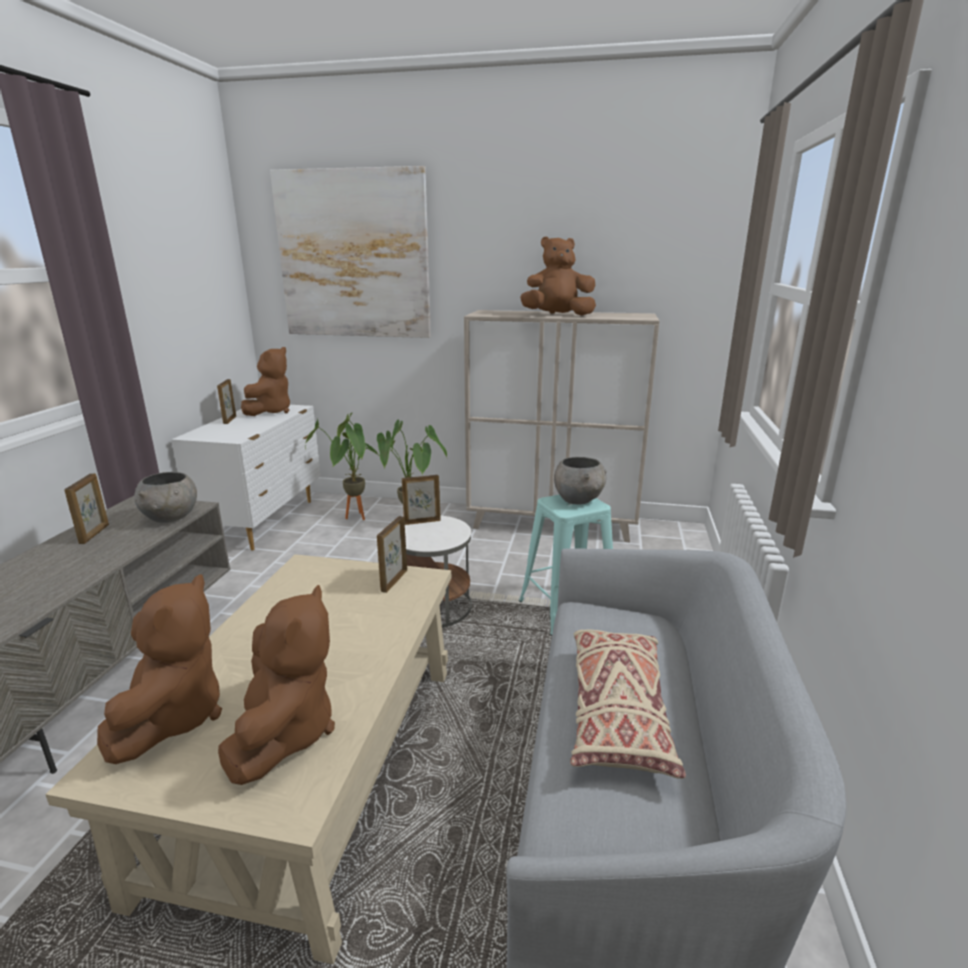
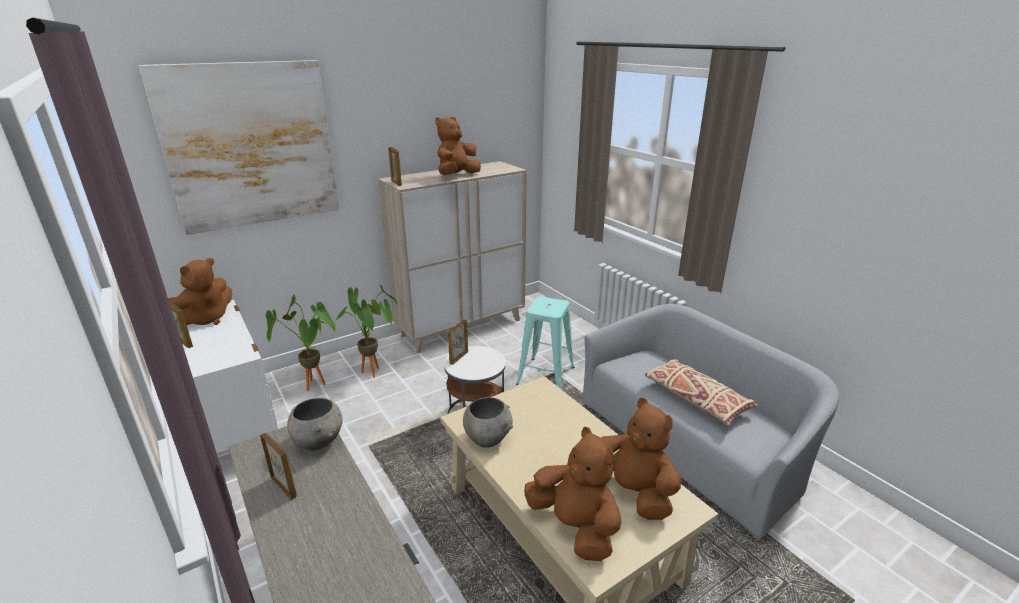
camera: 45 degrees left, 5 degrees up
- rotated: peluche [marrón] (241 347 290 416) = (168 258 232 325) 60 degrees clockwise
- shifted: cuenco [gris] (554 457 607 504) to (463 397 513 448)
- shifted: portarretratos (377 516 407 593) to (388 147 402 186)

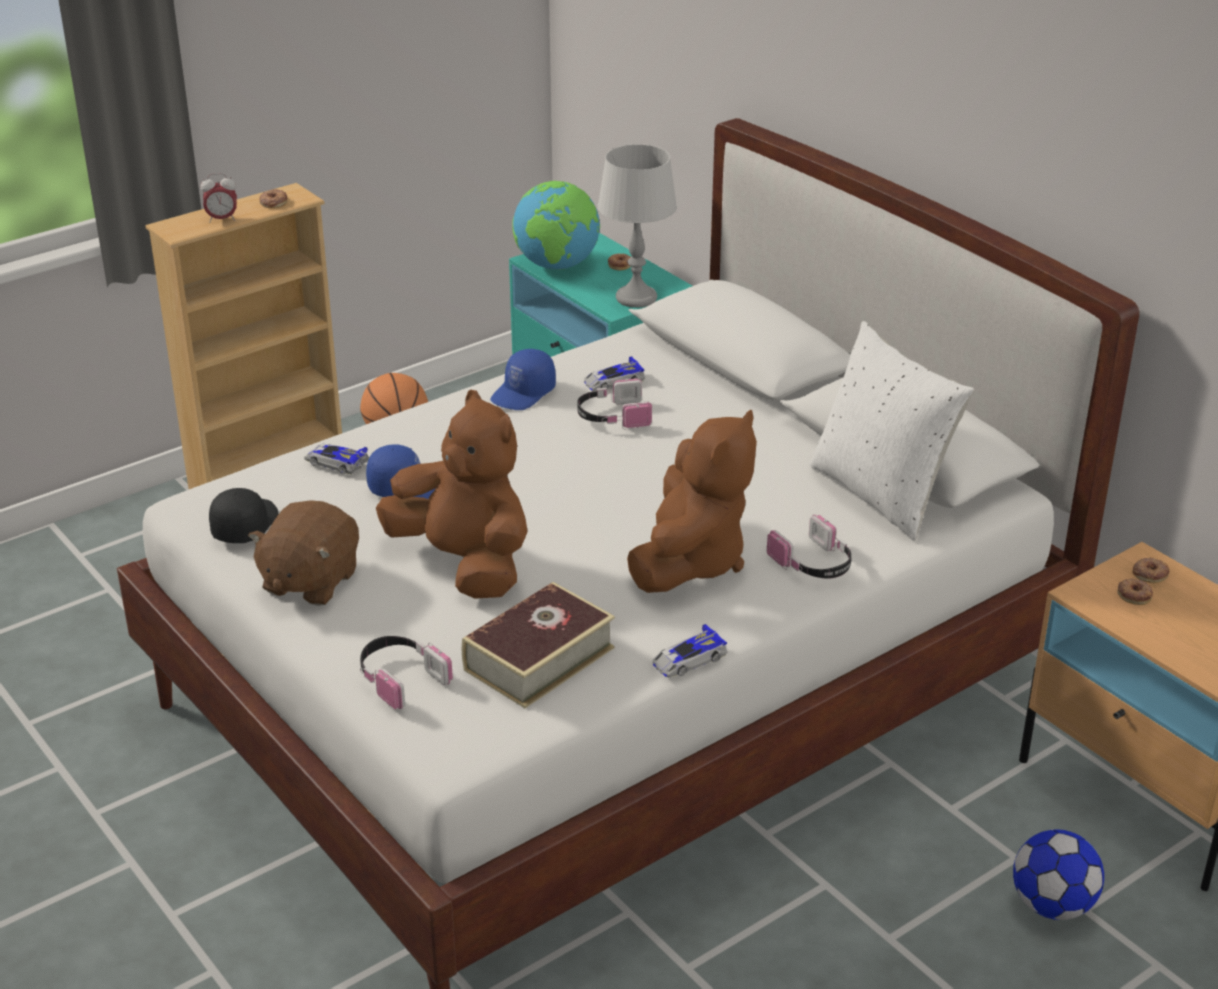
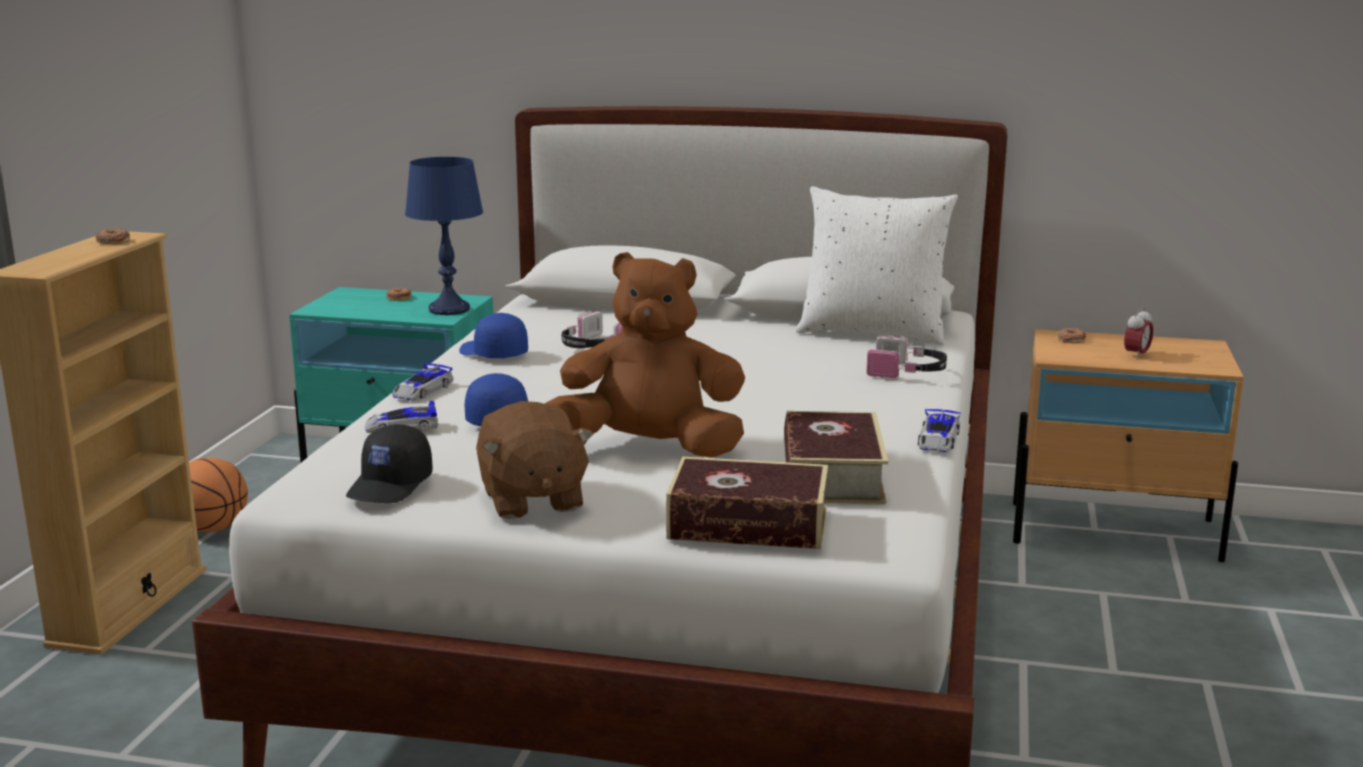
camera: 40 degrees left, 15 degrees down
- repainted: lámpara de mesa [gris] (598 144 677 308) to lámpara de mesa [azul] (405 157 483 315)
- shifted: despertador (200 173 237 223) to (1124 307 1153 359)
- gone: globo terráqueo (512 181 600 270)
- rotated: gorra [azul] (490 349 556 410) = (459 313 528 358) 135 degrees clockwise
- shifted: coche de juguete (584 356 645 391) to (392 363 454 401)
- gone: peluche [marrón] (627 410 757 593)
- rotated: gorra [negro] (209 488 279 543) = (346 424 433 503) 135 degrees counterclockwise
- gone: rosquilla (1117 579 1153 605)
- swapped: auriculares (360 636 453 709) to libro (666 457 828 549)
- gone: balón de fútbol (1013 829 1104 920)

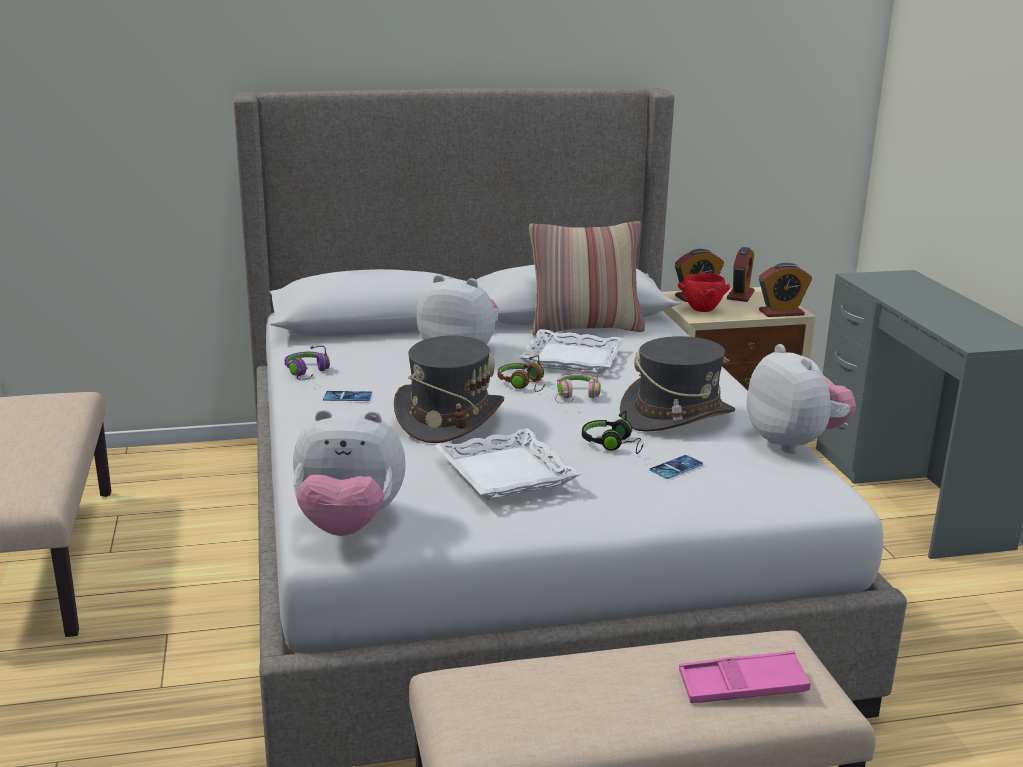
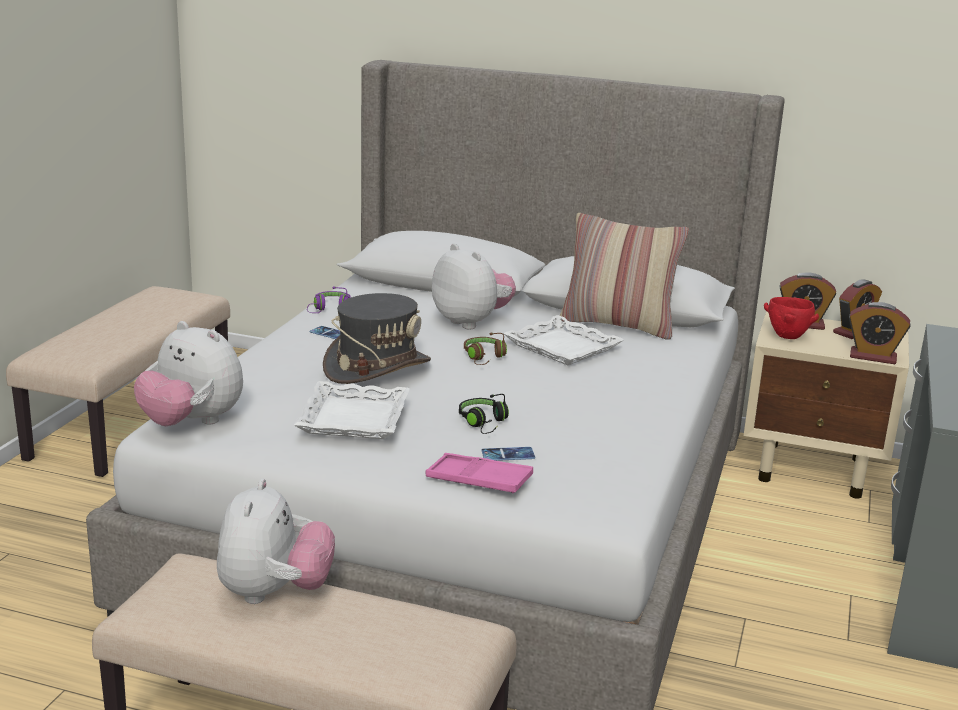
camera: 30 degrees right, 0 degrees up
- gone: sombrero [gris] (620 336 735 432)
- shifted: peluche (747 344 856 454) to (217 479 335 604)
- gone: auriculares [rosa] (555 370 601 403)
- shifted: bandeja [rosa] (679 651 811 703) to (426 453 533 493)

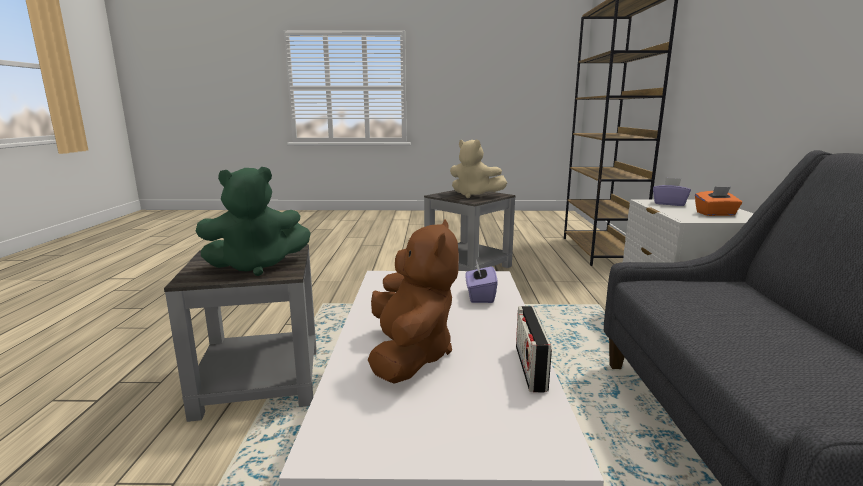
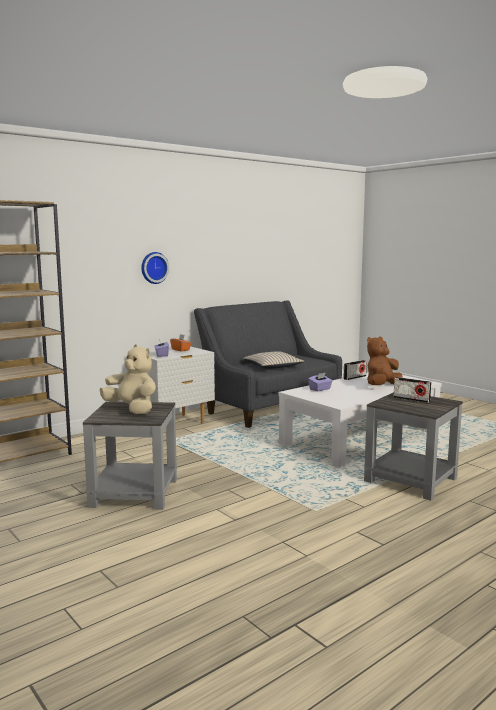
camera: 130 degrees left, 5 degrees down
- rotated: peluche [beis] (450 139 507 198) = (99 344 156 414) 45 degrees counterclockwise
- swapped: peluche [verde] (196 167 311 276) to radio (393 377 431 403)
- new: reloj de pared (141 252 169 284)
- new: cojín [beis] (243 351 305 369)

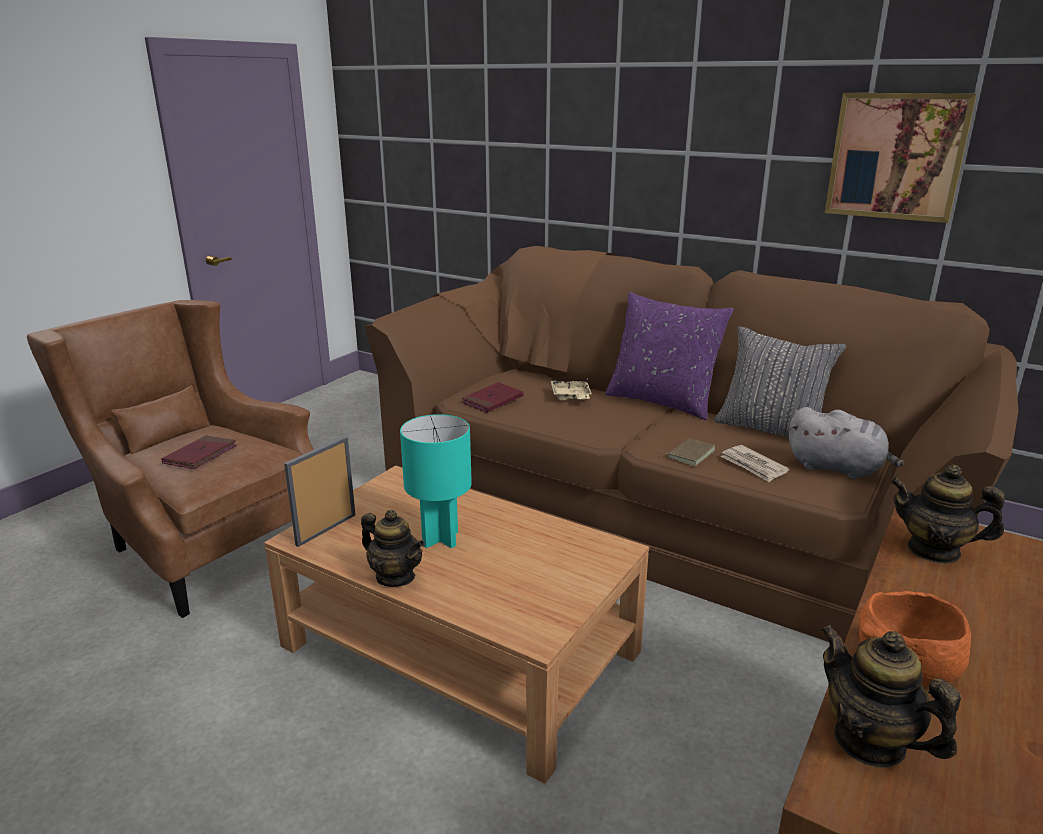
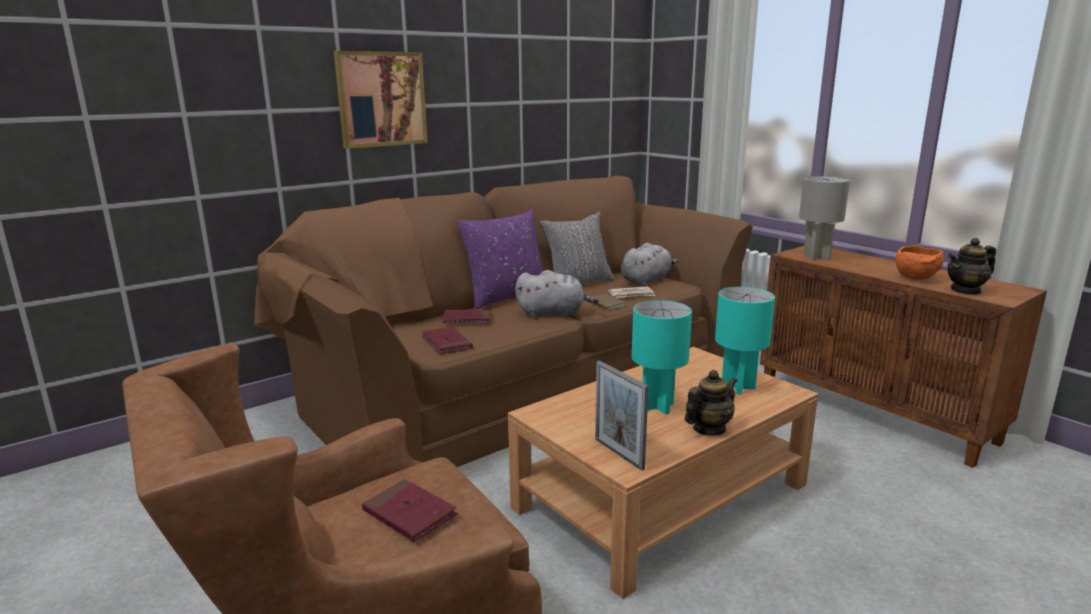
camera: 70 degrees left, 5 degrees down
- shifted: cuadro (825 93 977 223) to (334 51 428 149)
- swapped: bandeja [beis] (551 378 592 400) to libro [rojo] (442 310 491 324)
- swapped: tetera (890 465 1005 564) to lámpara de mesa [gris] (799 176 850 261)
- new: peluche [gris] (515 270 599 318)
- new: lámpara de mesa [turquesa] (715 287 775 395)

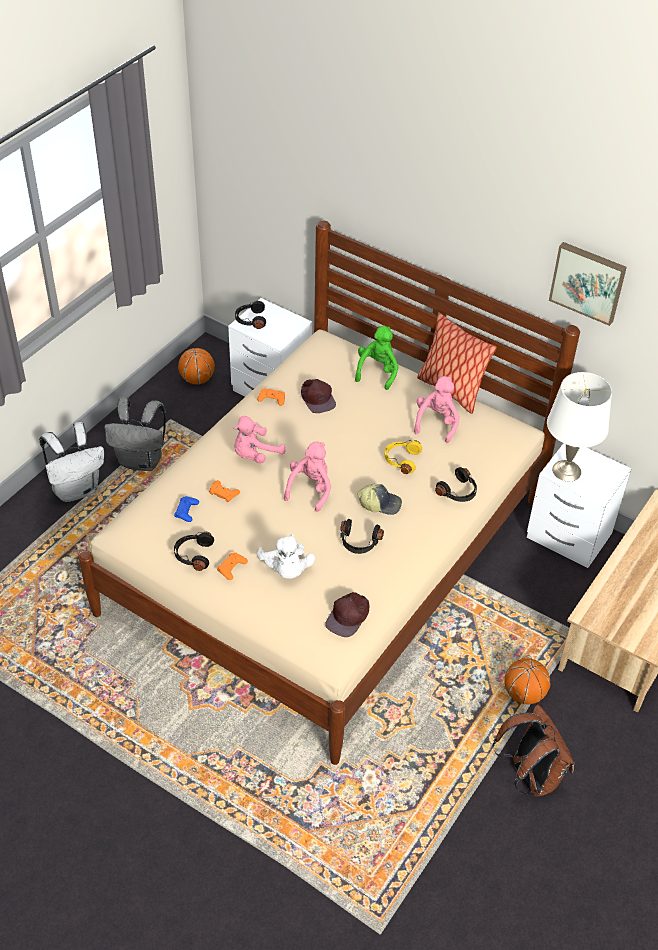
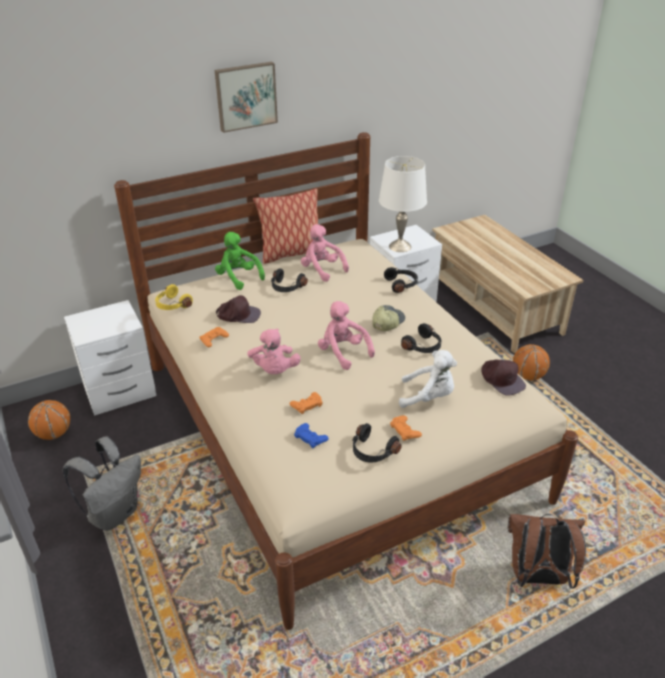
camera: 60 degrees left, 10 degrees down
- shifted: cuadro (549 242 627 326) to (215 62 278 133)
- shifted: auriculares [negro] (235 301 266 329) to (271 268 308 292)
- gone: mochila [blanco] (39 422 104 502)
- shifted: auriculares [amarillo] (384 440 422 474) to (155 284 193 310)
- shifted: mochila [marrón] (492 704 574 797) to (508 514 586 589)

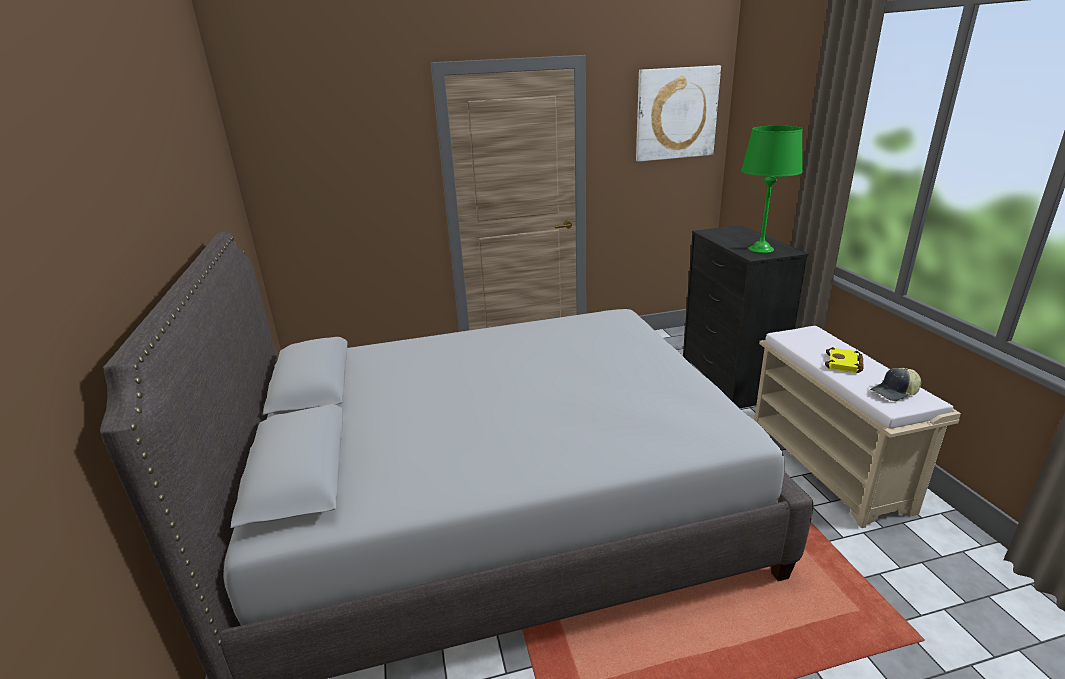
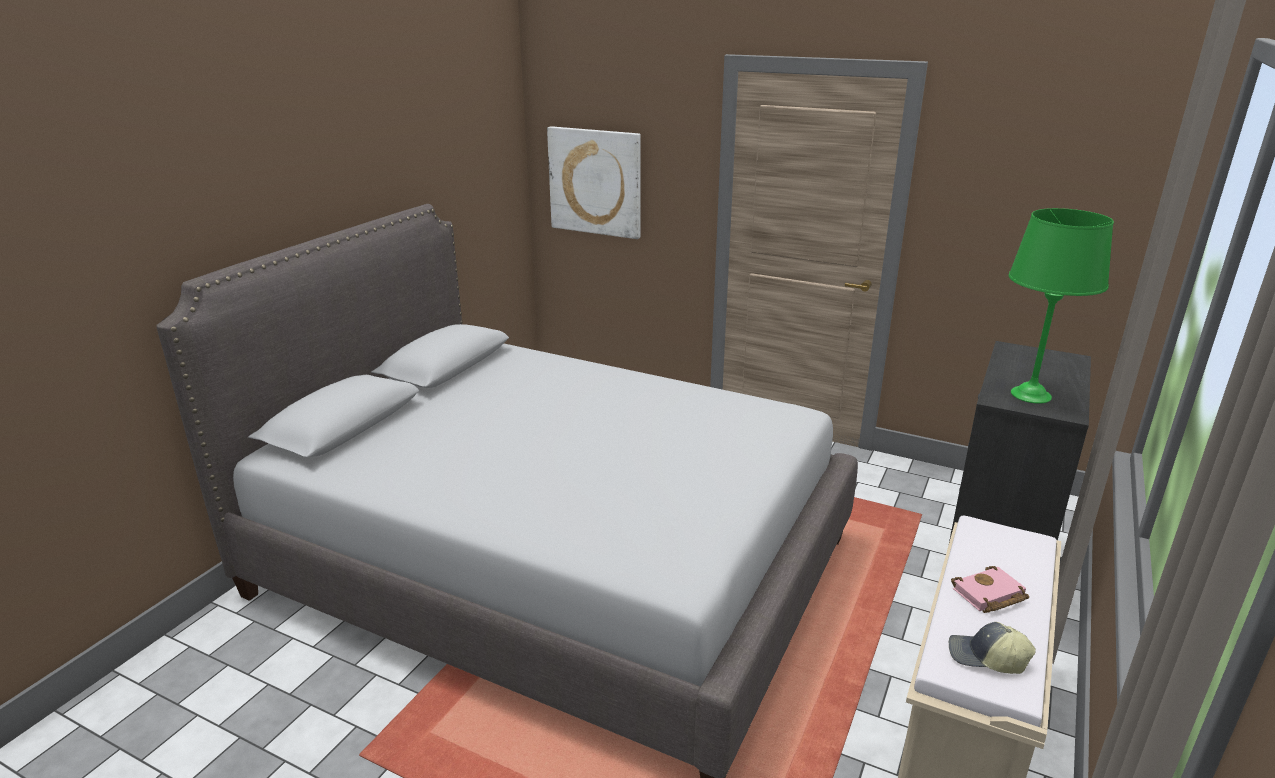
camera: 40 degrees right, 0 degrees up
- shifted: cuadro (636 65 721 162) to (547 126 641 239)
- repainted: libro [amarillo] (825 347 864 373) to libro [rosa] (951 566 1029 613)

